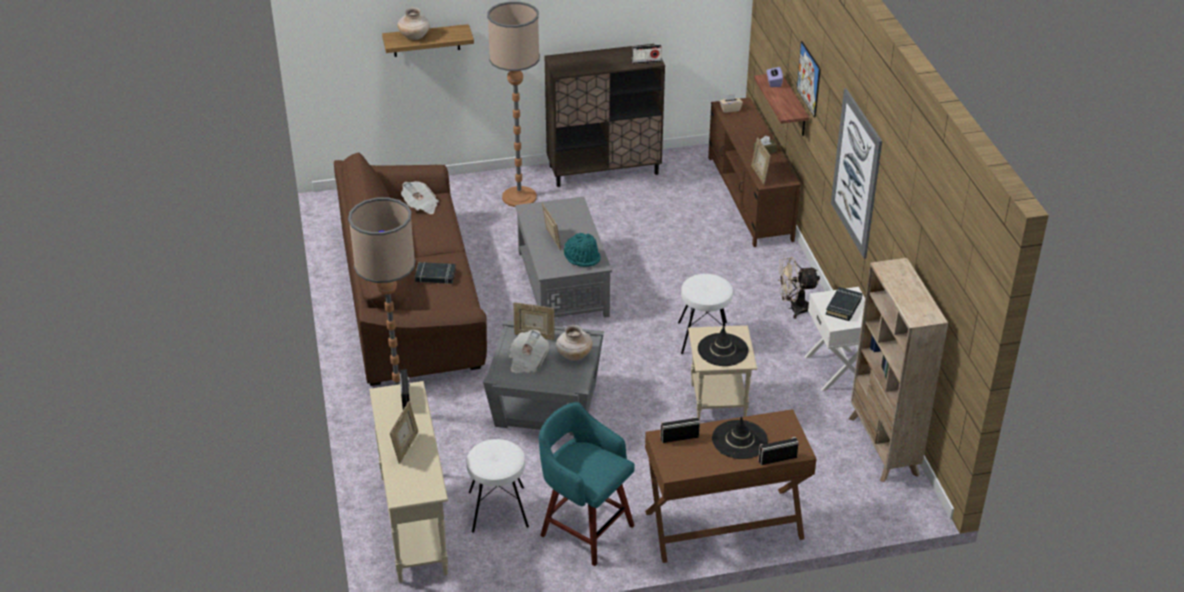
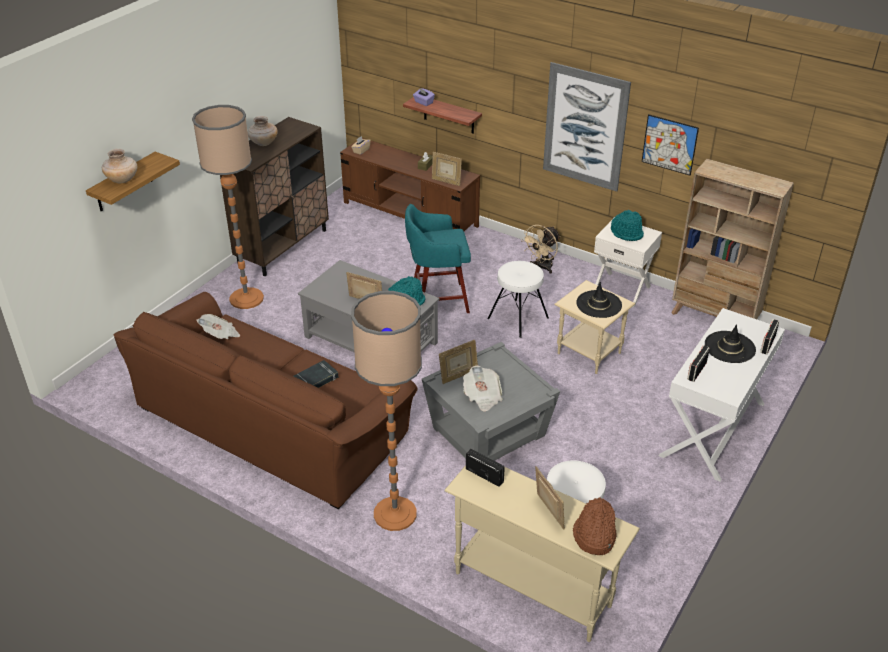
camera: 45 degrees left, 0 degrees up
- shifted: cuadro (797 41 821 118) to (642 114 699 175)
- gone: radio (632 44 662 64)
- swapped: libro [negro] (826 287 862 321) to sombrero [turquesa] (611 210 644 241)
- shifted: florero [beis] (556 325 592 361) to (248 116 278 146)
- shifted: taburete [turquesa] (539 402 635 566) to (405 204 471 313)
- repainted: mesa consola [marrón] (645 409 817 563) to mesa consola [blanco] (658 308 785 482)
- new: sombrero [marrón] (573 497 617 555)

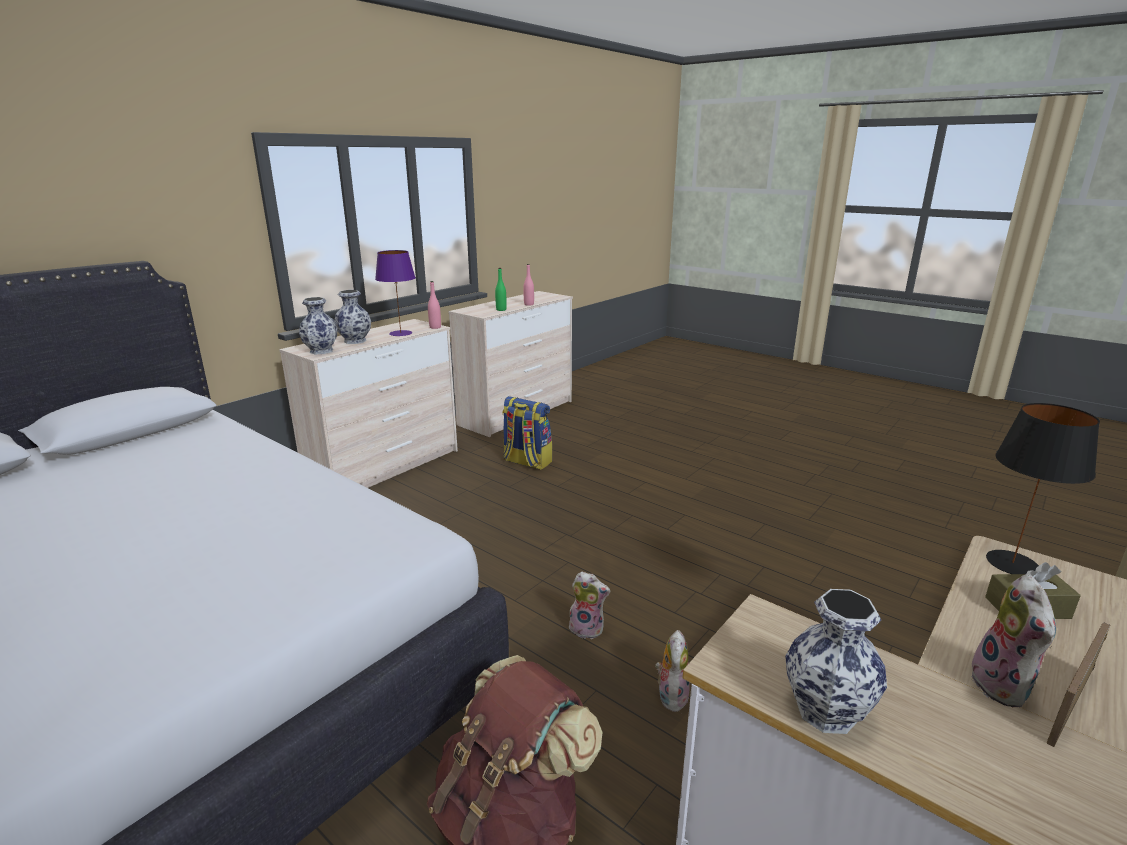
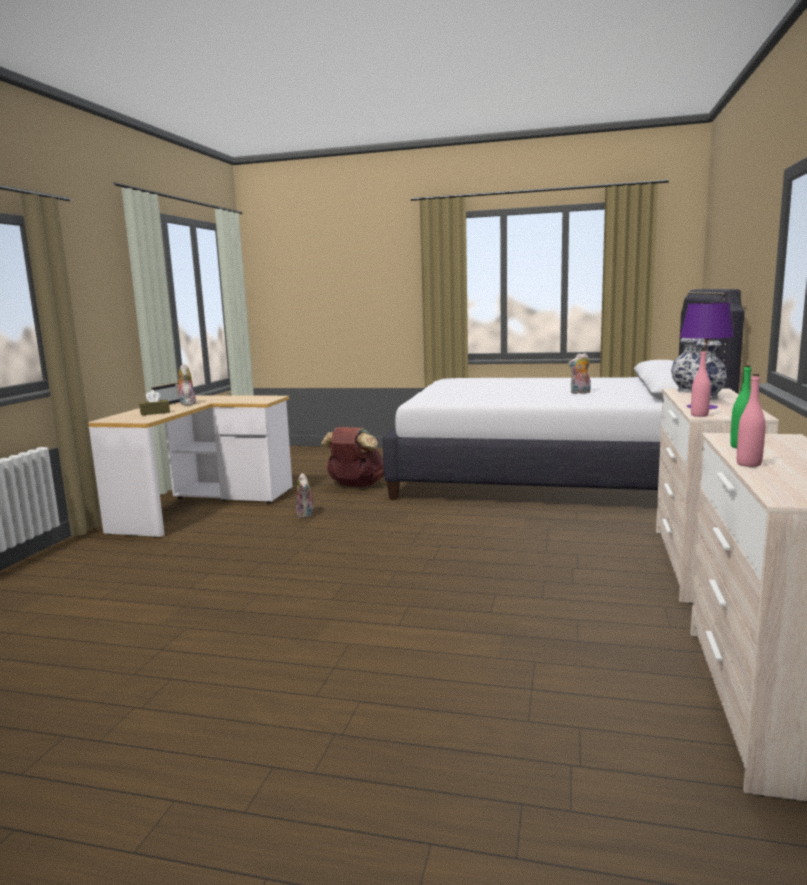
camera: 155 degrees right, 10 degrees down
- gone: mochila (502 396 552 470)
- gone: lámpara de mesa [negro] (986 403 1100 574)
- shifted: peluche (567 572 610 639) to (568 353 591 394)
- gone: florero (785 589 887 734)

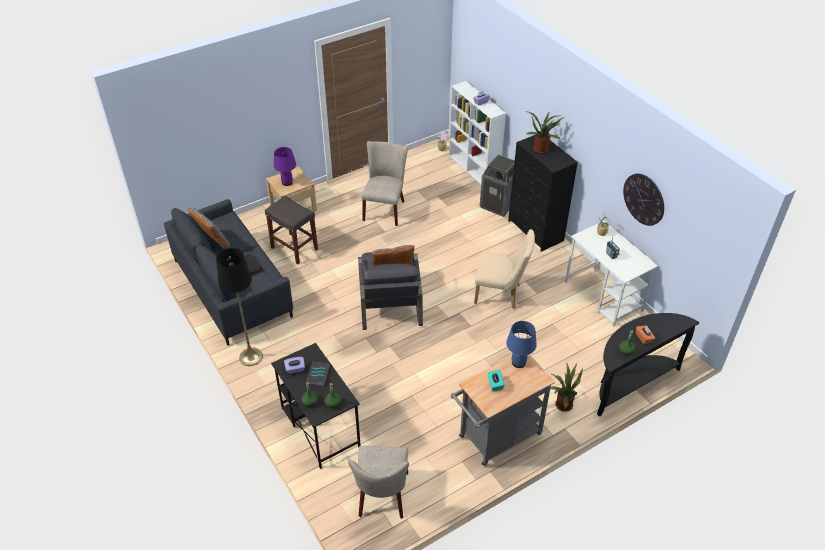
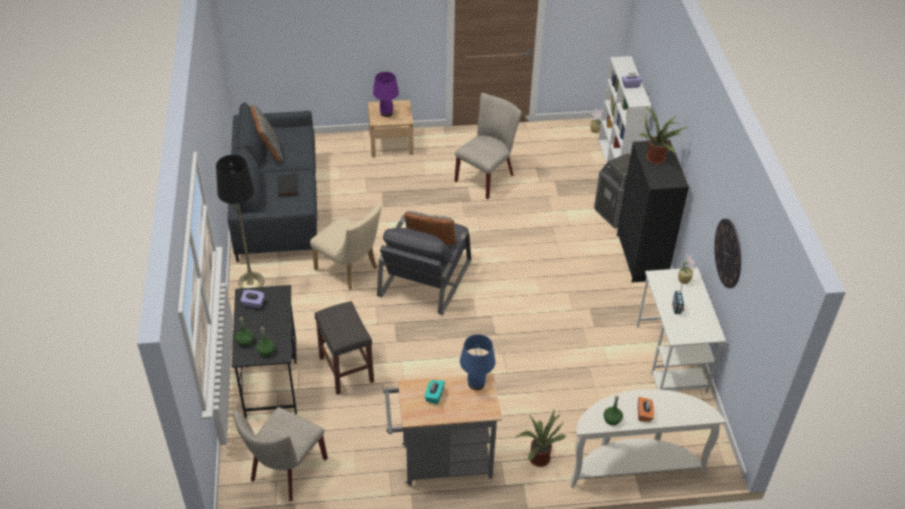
camera: 25 degrees right, 0 degrees up
- shifted: taburete [gris] (265 196 318 265) to (315 301 374 395)
- shifted: silla [beis] (474 229 535 309) to (310 203 382 290)
- repainted: mesa consola [negro] (597 313 699 417) to mesa consola [blanco] (570 389 726 488)
- gone: libro (307 362 329 386)

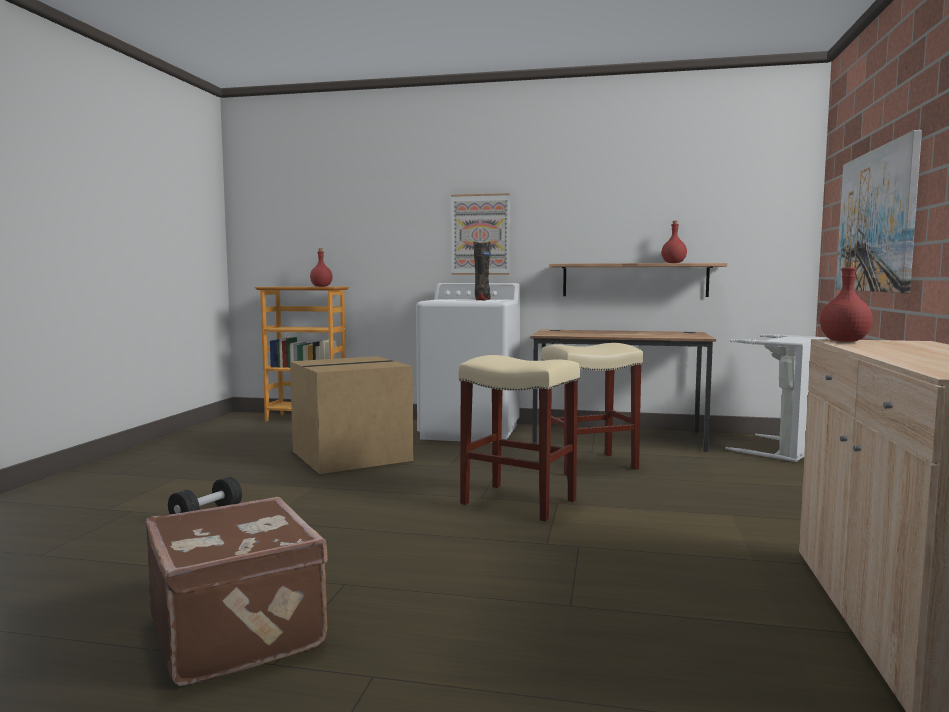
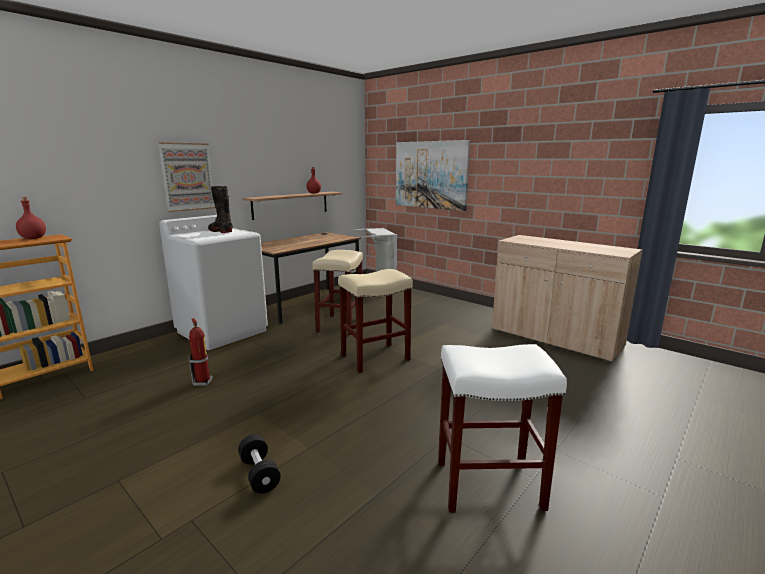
camera: 60 degrees left, 10 degrees up
- gone: botella [rojo] (820 261 873 342)
- swapped: caja de cartón (290 356 413 474) to extintor (189 318 213 386)
- swapped: maleta [marrón] (145 497 328 686) to taburete [blanco] (438 344 567 513)

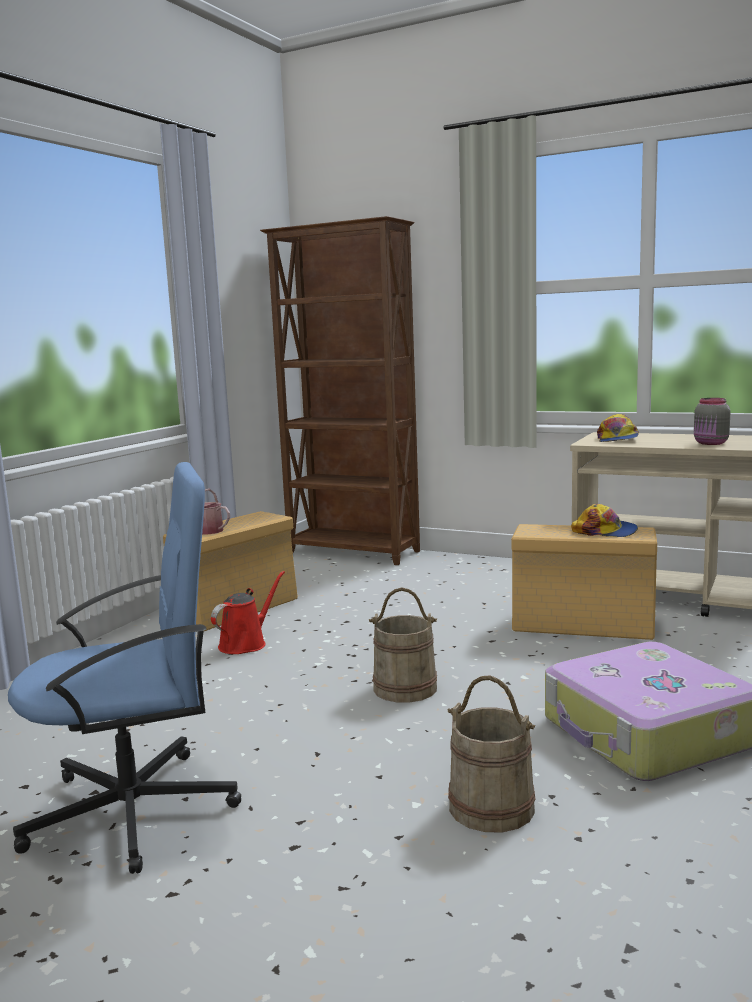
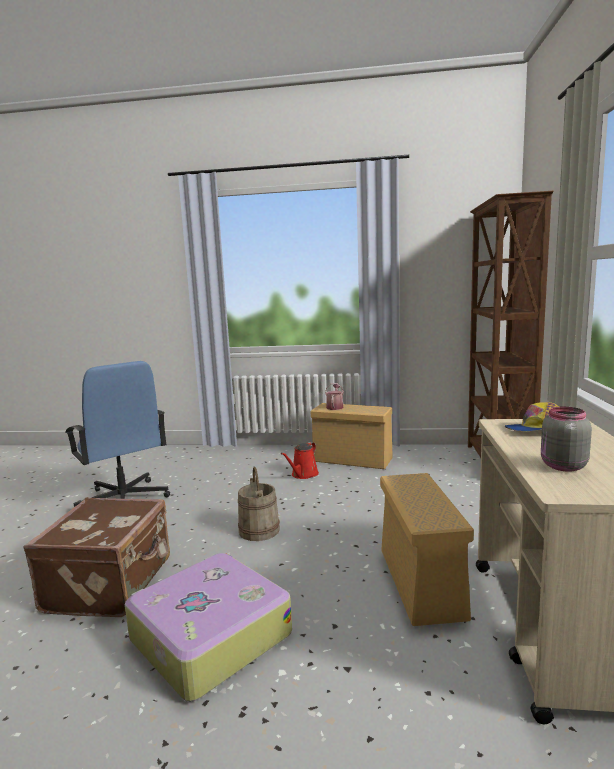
camera: 70 degrees right, 0 degrees up
- gone: gorra (571 504 638 537)
- rotated: regadera [rojo] (211 571 285 654) = (281 442 319 479) 105 degrees clockwise
- swapped: cubo [beis] (447 675 536 833) to maleta [marrón] (23 497 170 617)

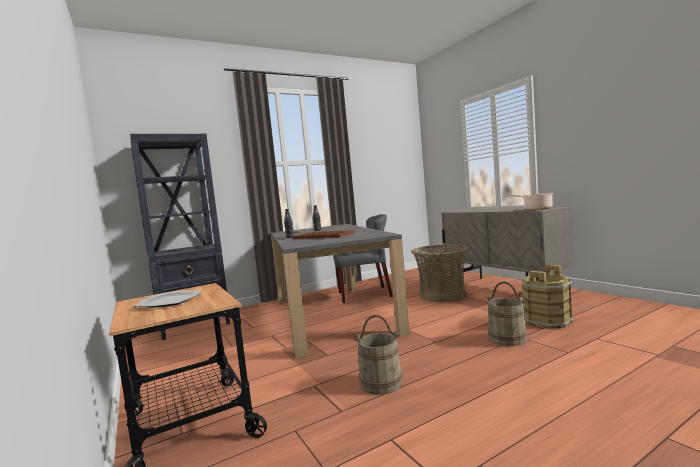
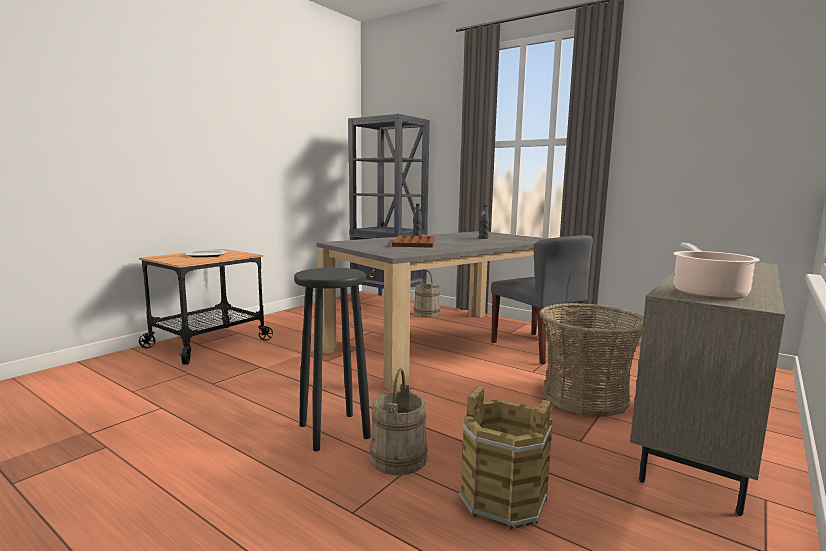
camera: 65 degrees right, 5 degrees up
- shifted: cubo [beis] (354 315 403 395) to (414 270 441 318)
- new: taburete [negro] (294 268 371 451)

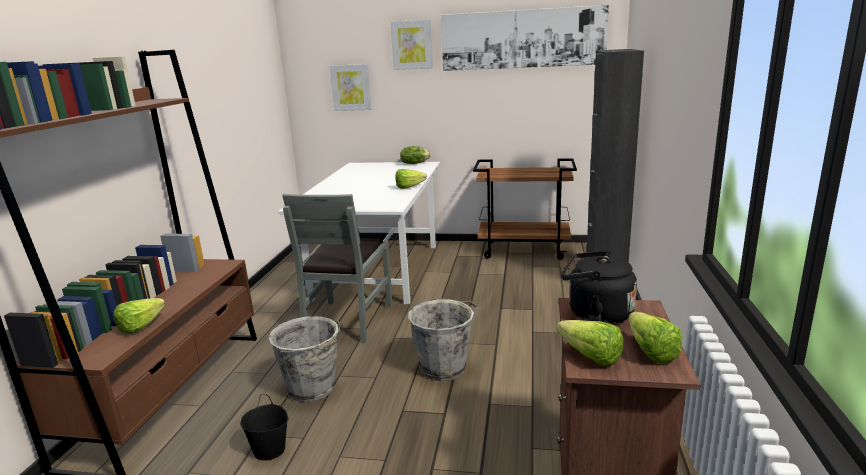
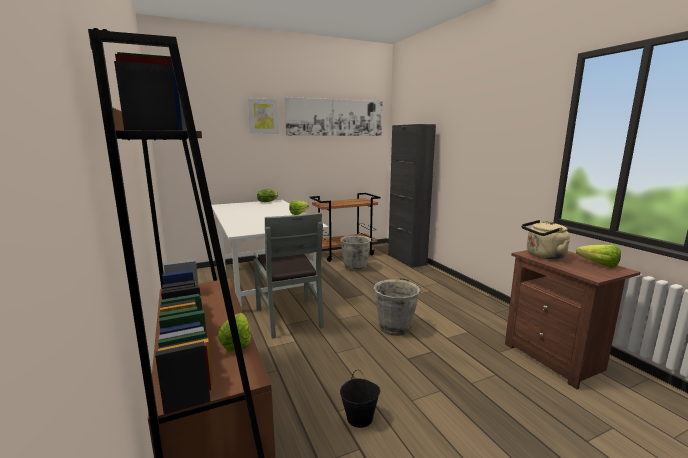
camera: 35 degrees left, 5 degrees down
- gone: cuadro (330 64 371 111)
- repainted: hervidor [negro] (561 251 637 324) to hervidor [beis] (521 220 570 259)
- shifted: cubo [gris] (268 316 341 402) to (340 235 375 271)
- gone: lechuga (557 320 623 366)

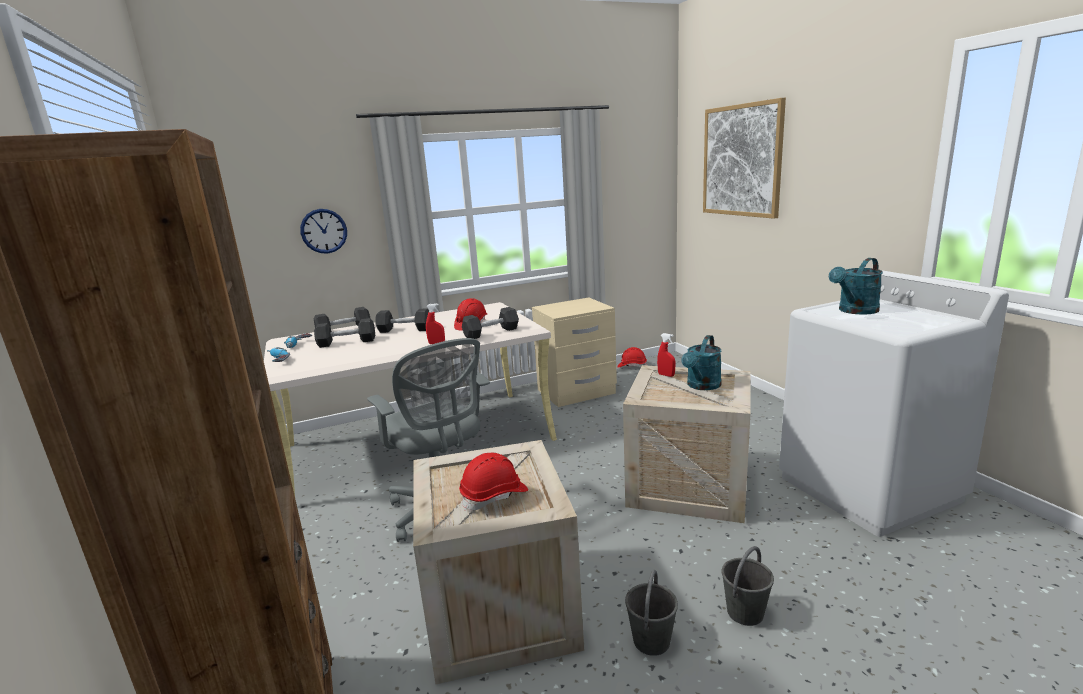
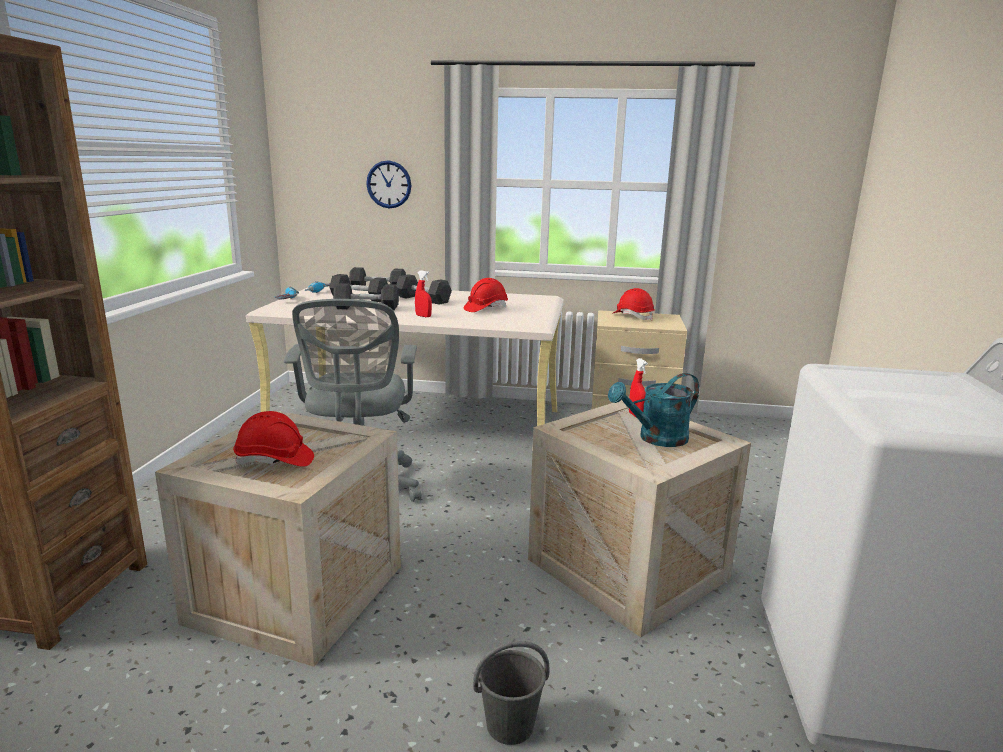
camera: 30 degrees right, 0 degrees up
- gone: cuadro (703 98 786 219)
- gone: regadera [turquesa] (829 258 883 315)
- shifted: mancuerna [negro] (462 307 519 339) to (333 283 399 310)
- shifted: casco [rojo] (618 347 647 368) to (612 288 655 320)
- gone: cubo [gris] (625 570 678 656)

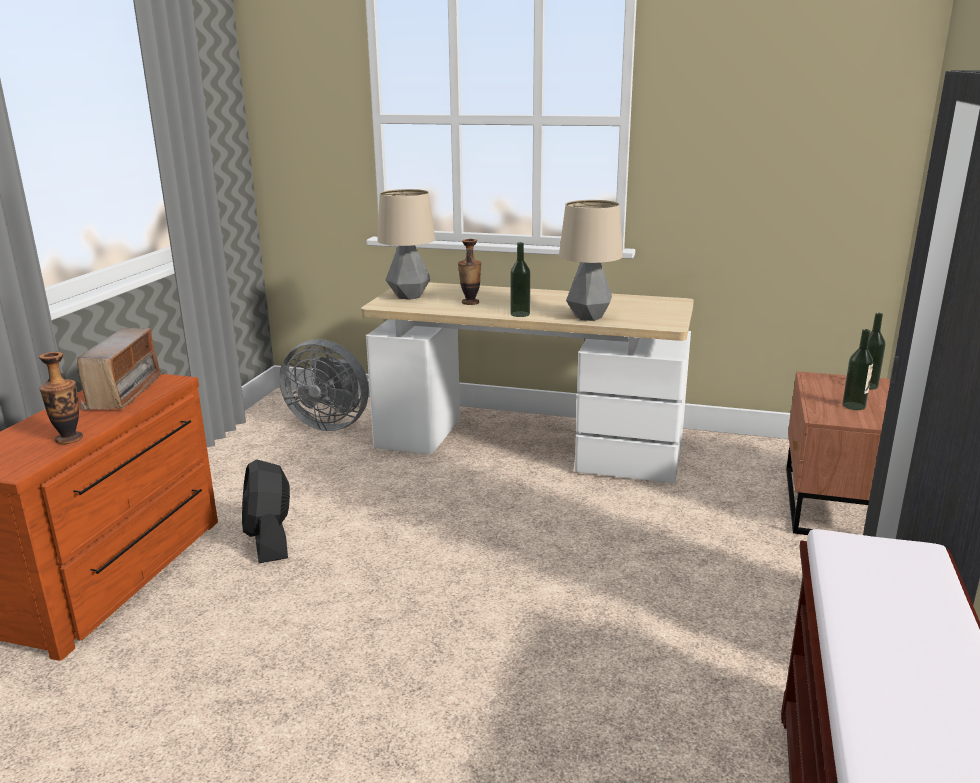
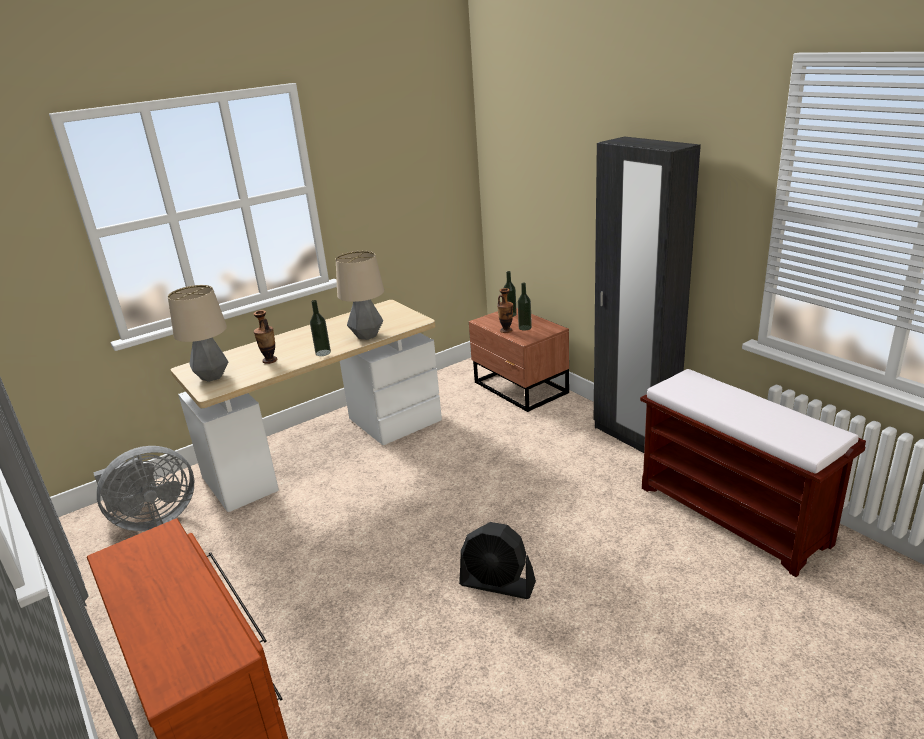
camera: 50 degrees left, 5 degrees up
- gone: radio (77 328 164 410)
- shifted: florero (39 352 83 444) to (497 288 513 333)
- shifted: ventilador [negro] (242 459 290 563) to (459 522 536 599)

